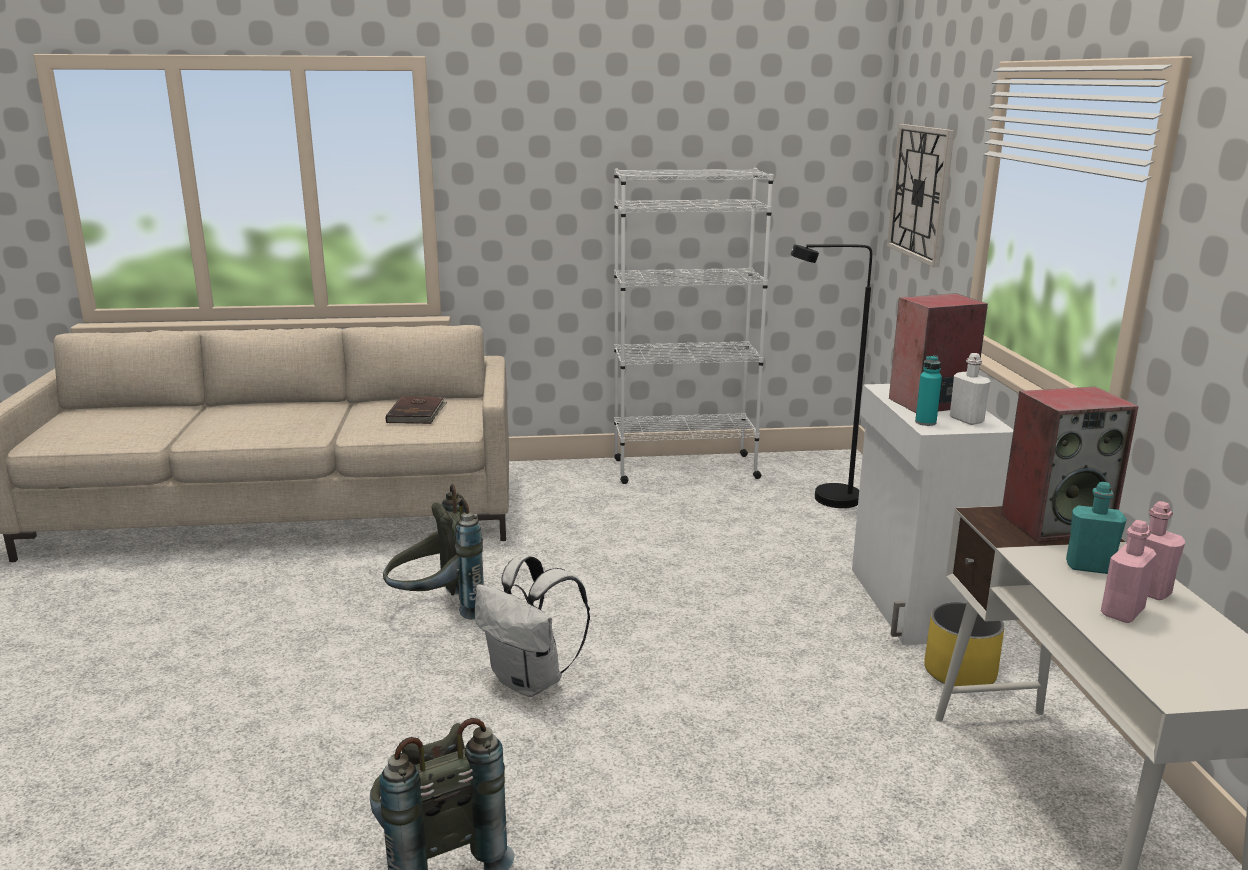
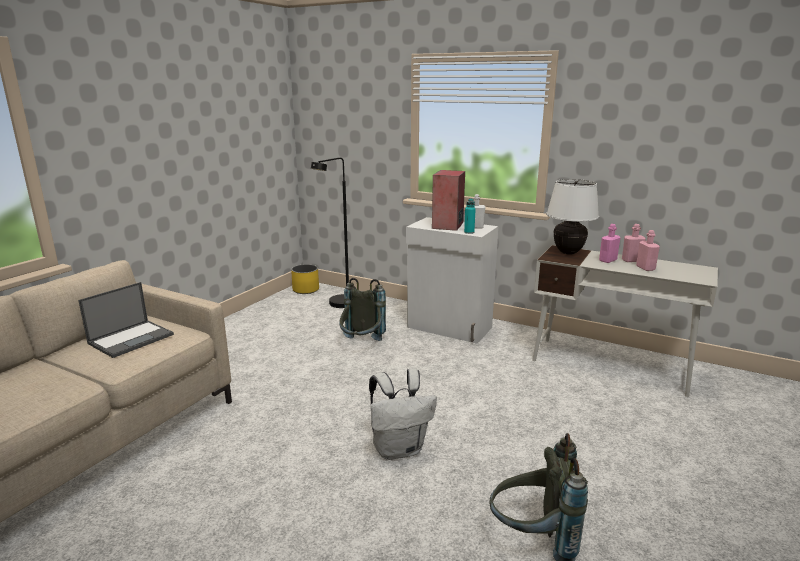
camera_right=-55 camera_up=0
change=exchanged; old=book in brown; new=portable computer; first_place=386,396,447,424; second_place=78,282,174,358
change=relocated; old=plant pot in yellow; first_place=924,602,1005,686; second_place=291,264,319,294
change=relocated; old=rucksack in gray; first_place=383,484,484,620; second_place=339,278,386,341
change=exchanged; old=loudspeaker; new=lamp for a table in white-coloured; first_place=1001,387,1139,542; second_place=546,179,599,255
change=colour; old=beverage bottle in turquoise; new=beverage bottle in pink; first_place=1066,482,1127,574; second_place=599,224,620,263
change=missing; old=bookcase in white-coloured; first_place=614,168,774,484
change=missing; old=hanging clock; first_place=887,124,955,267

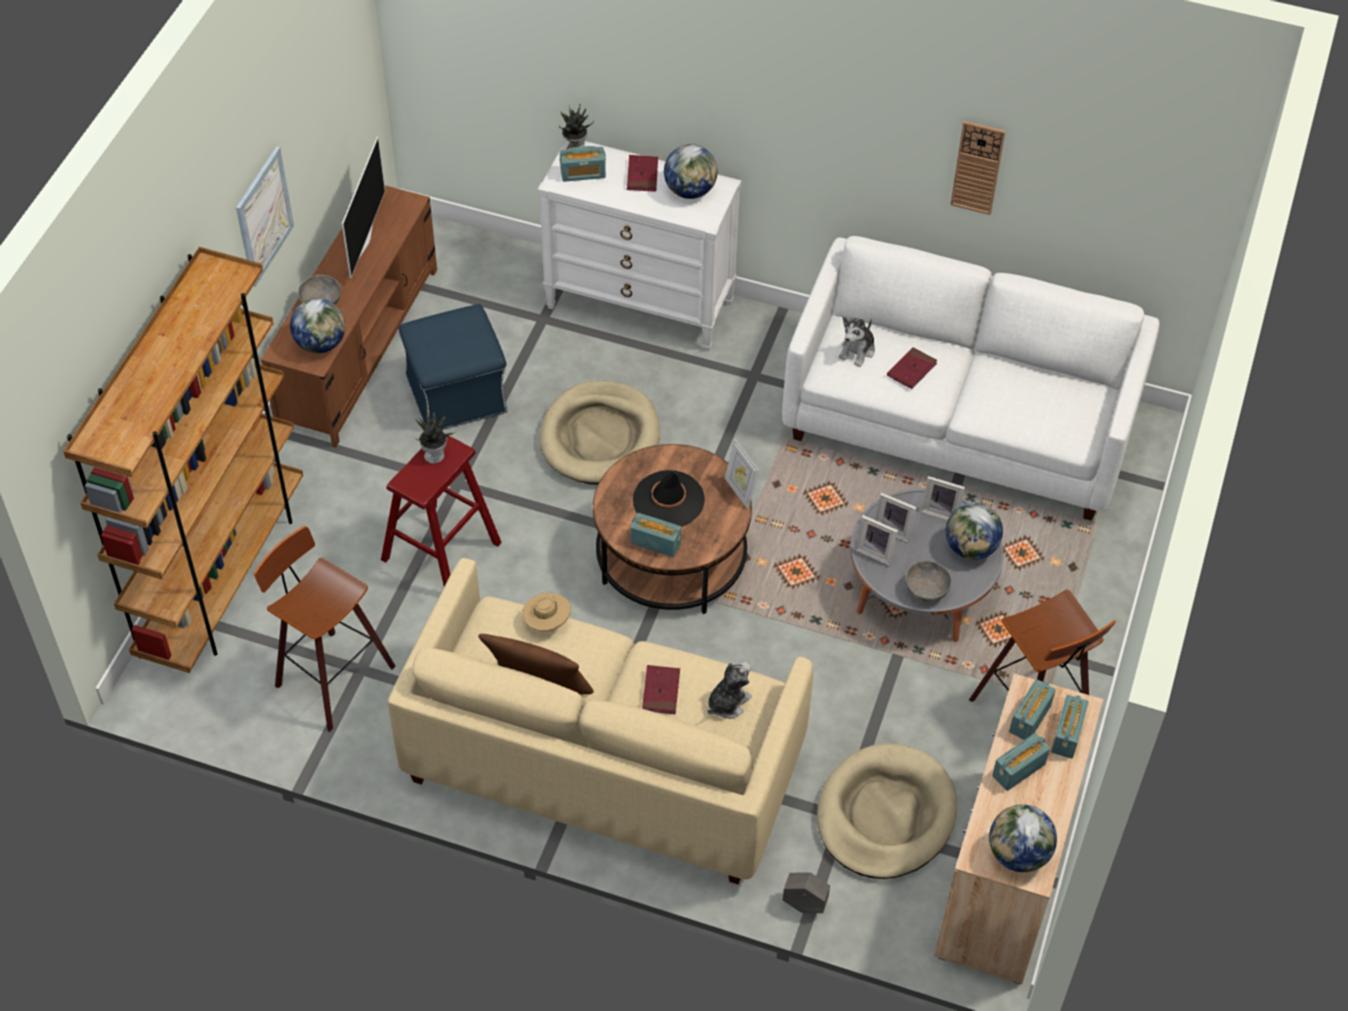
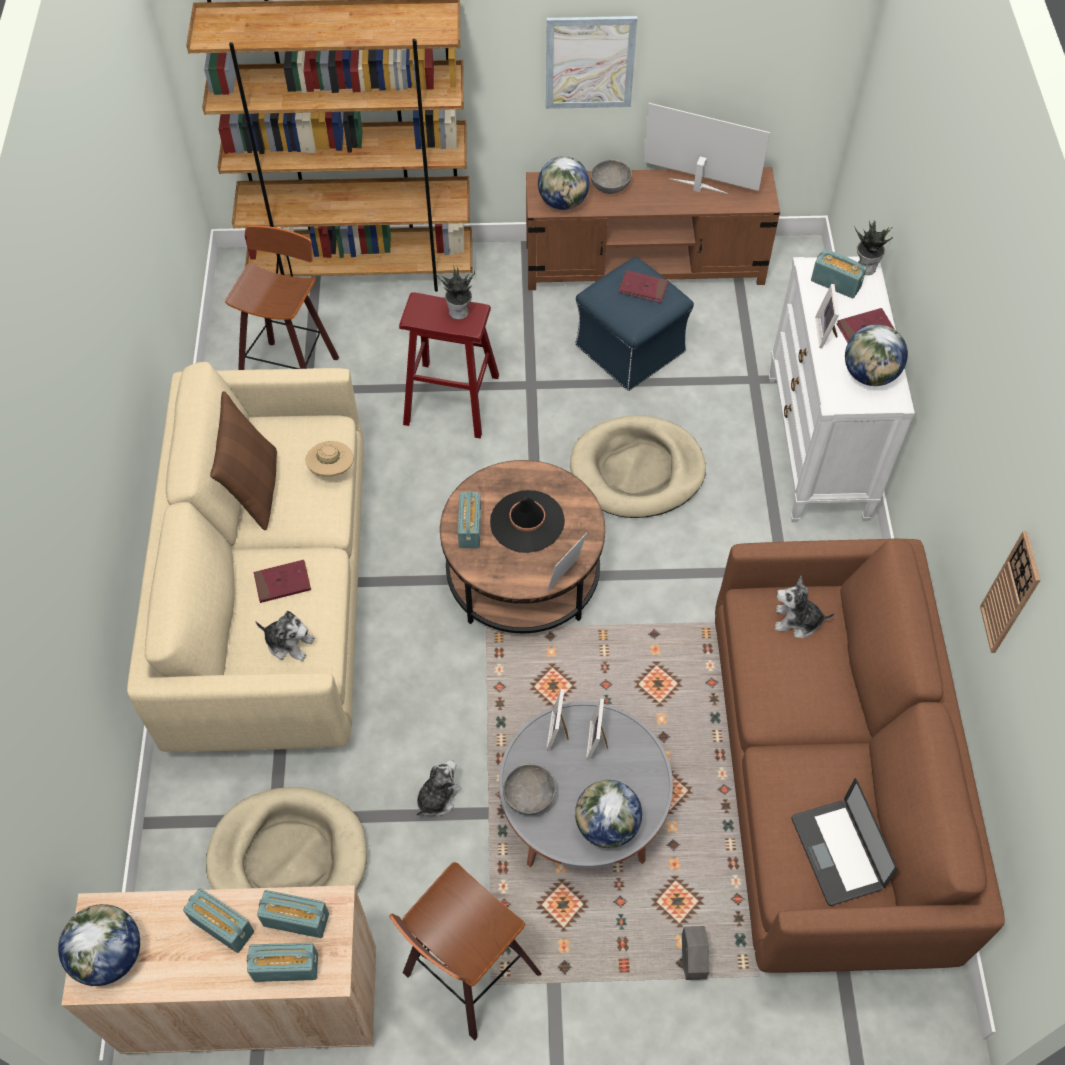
camera_right=70 camera_up=5
change=appeared; new=soft toy; second_place=416,760,461,816
change=relocated; old=book in red; first_place=887,347,937,389; second_place=619,270,669,303
change=spun; old=TV set; first_place=342,136,385,278; second_place=644,103,770,194; degrees=-150
change=relocated; old=plant pot in gray; first_place=783,872,830,913; second_place=682,926,709,980
change=colour; old=sofa in white-coloured; new=sofa in brown; first_place=782,236,1160,521; second_place=715,538,1005,973
change=appeared; new=portable computer; second_place=792,778,897,906
change=spun; old=radio set; first_place=559,146,606,182; second_place=811,249,867,299; degrees=150
change=relocated; old=picture frame; first_place=921,476,965,520; second_place=815,284,839,348

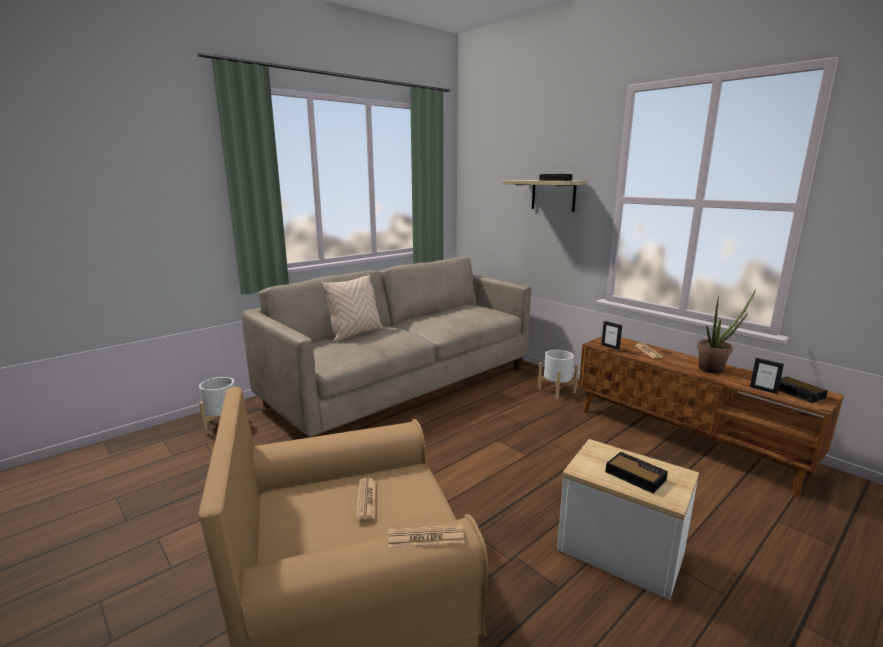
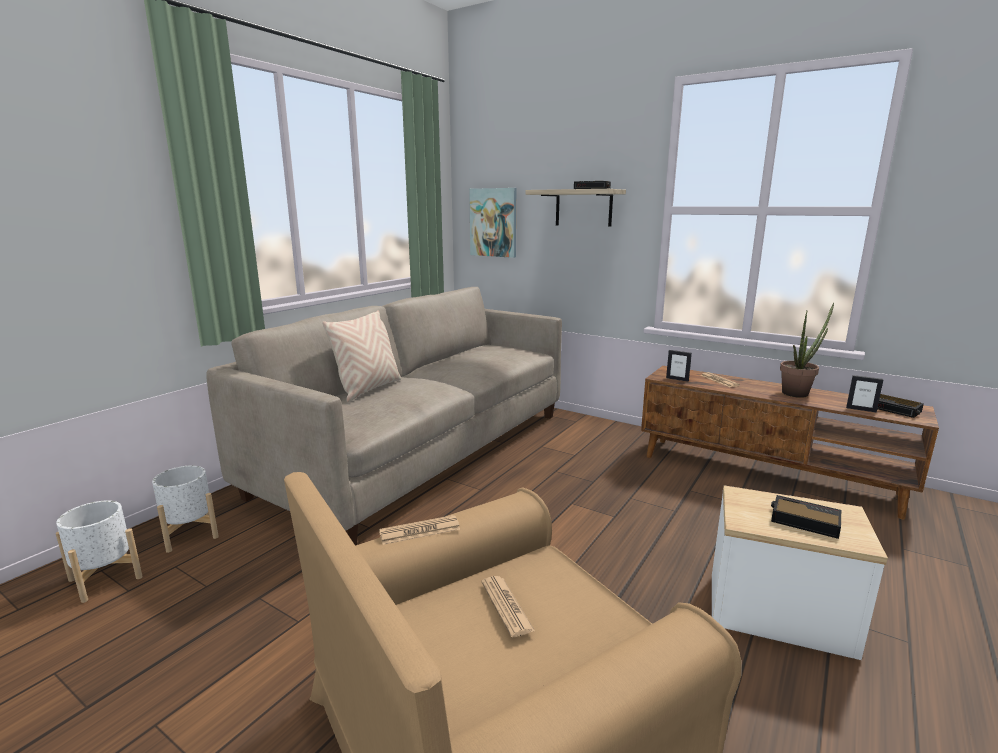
camera_right=-15 camera_up=0
change=relocated; old=plant pot in white-coloured; first_place=538,350,578,399; second_place=56,500,143,603
change=relocated; old=printed paper; first_place=388,525,465,548; second_place=379,515,460,545
change=appeared; new=wall picture; second_place=469,188,516,258

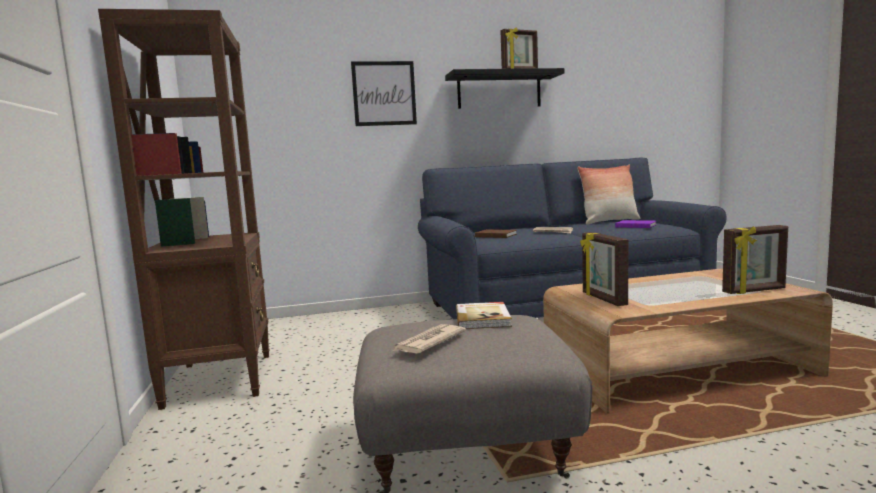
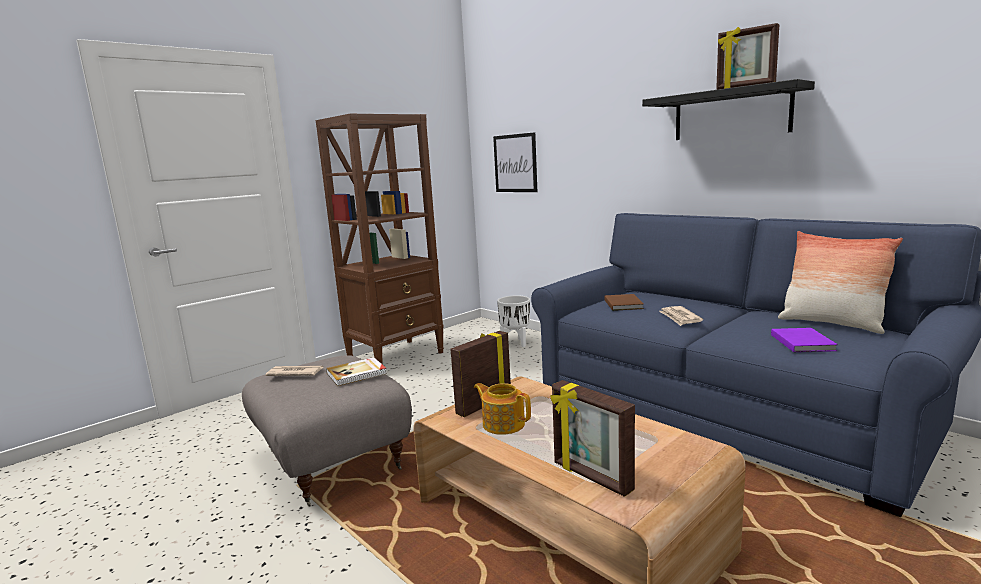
camera_right=60 camera_up=5
change=appeared; new=teapot; second_place=474,383,531,435
change=relocated; old=wall picture; first_place=351,61,417,126; second_place=493,132,537,192
change=appeared; new=plant pot in white-coloured; second_place=497,295,530,347

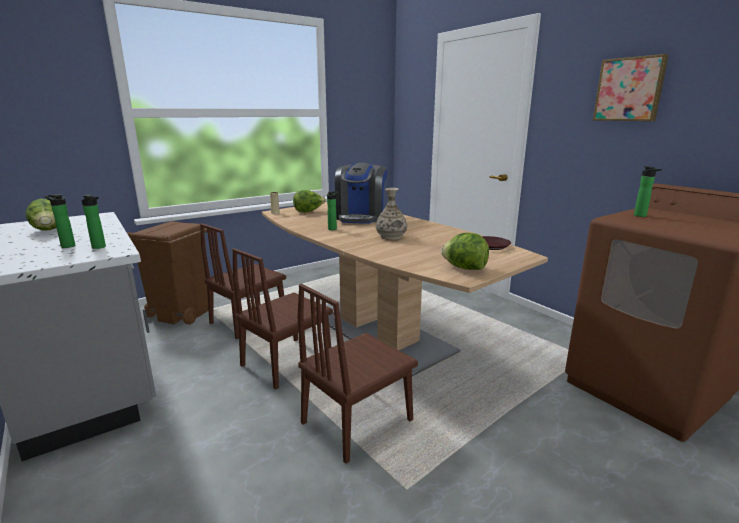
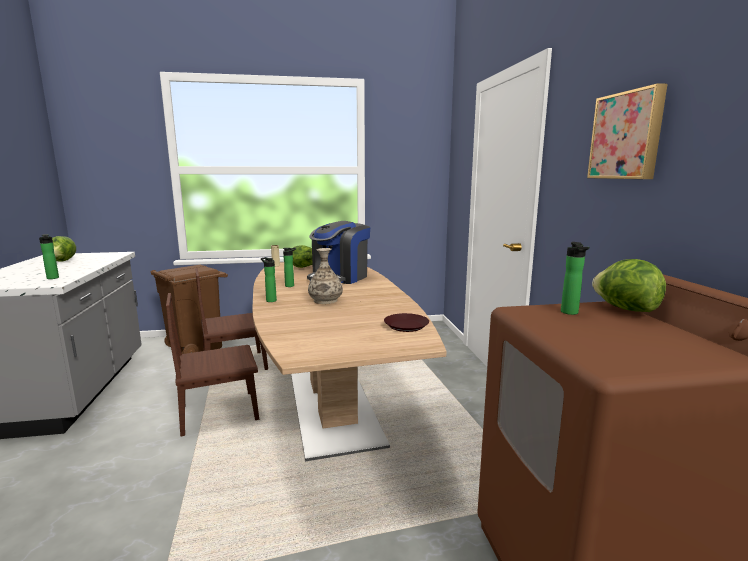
camera_right=25 camera_up=-5
change=relocated; old=beverage bottle; first_place=44,194,75,248; second_place=261,257,277,302
change=relocated; old=head of lettuce; first_place=441,233,489,270; second_place=592,259,666,312
change=missing; old=plain chair in brown; first_place=297,284,418,464

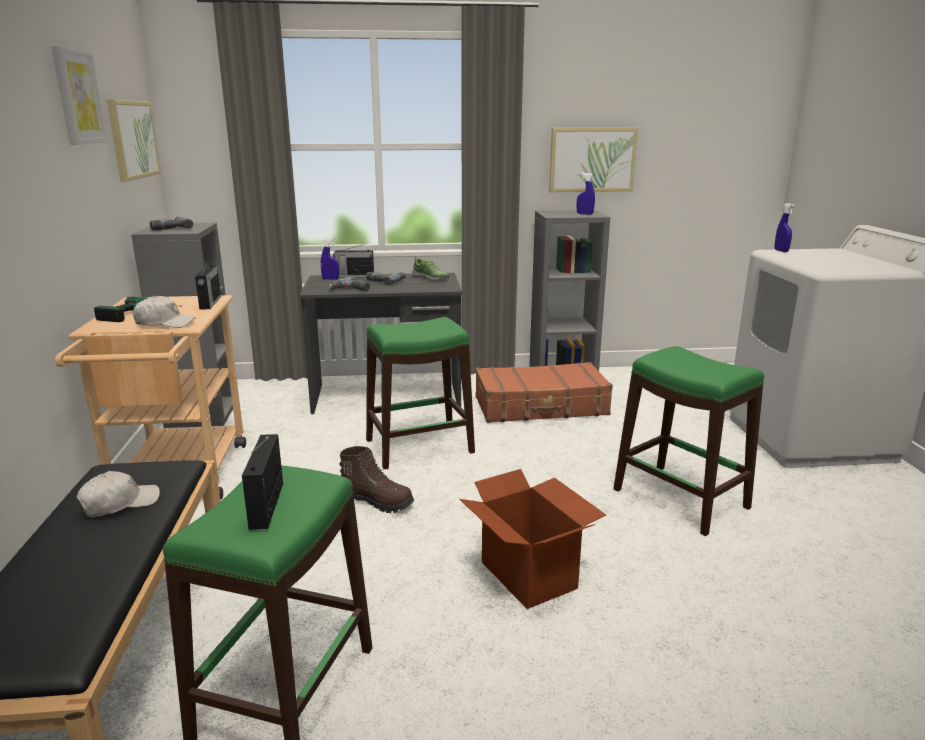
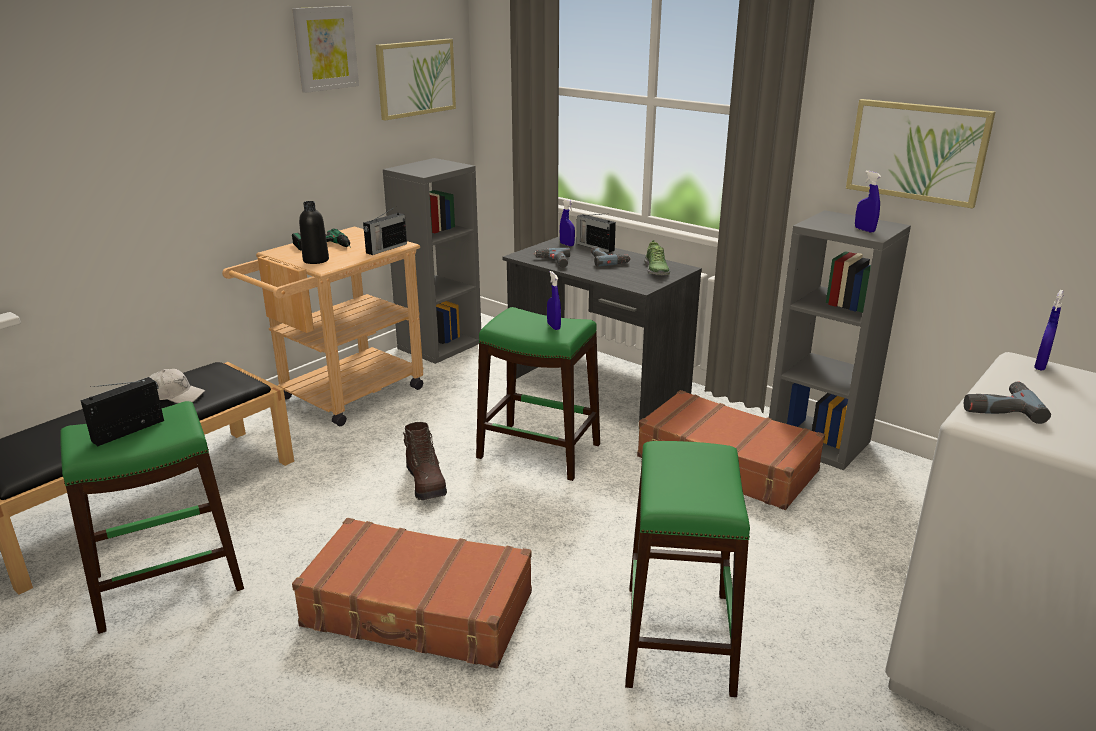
camera_right=45 camera_up=5
change=exchanged; old=packing box; new=suitcase in brown; first_place=459,469,606,609; second_place=292,518,532,668
change=exchanged; old=cap in white-coloured; new=beverage bottle in black; first_place=133,296,195,328; second_place=299,201,329,264
change=appeared; new=hand sprayer in bluish; second_place=547,271,561,330
change=relocated; old=drill; first_place=150,217,193,230; second_place=964,381,1051,424

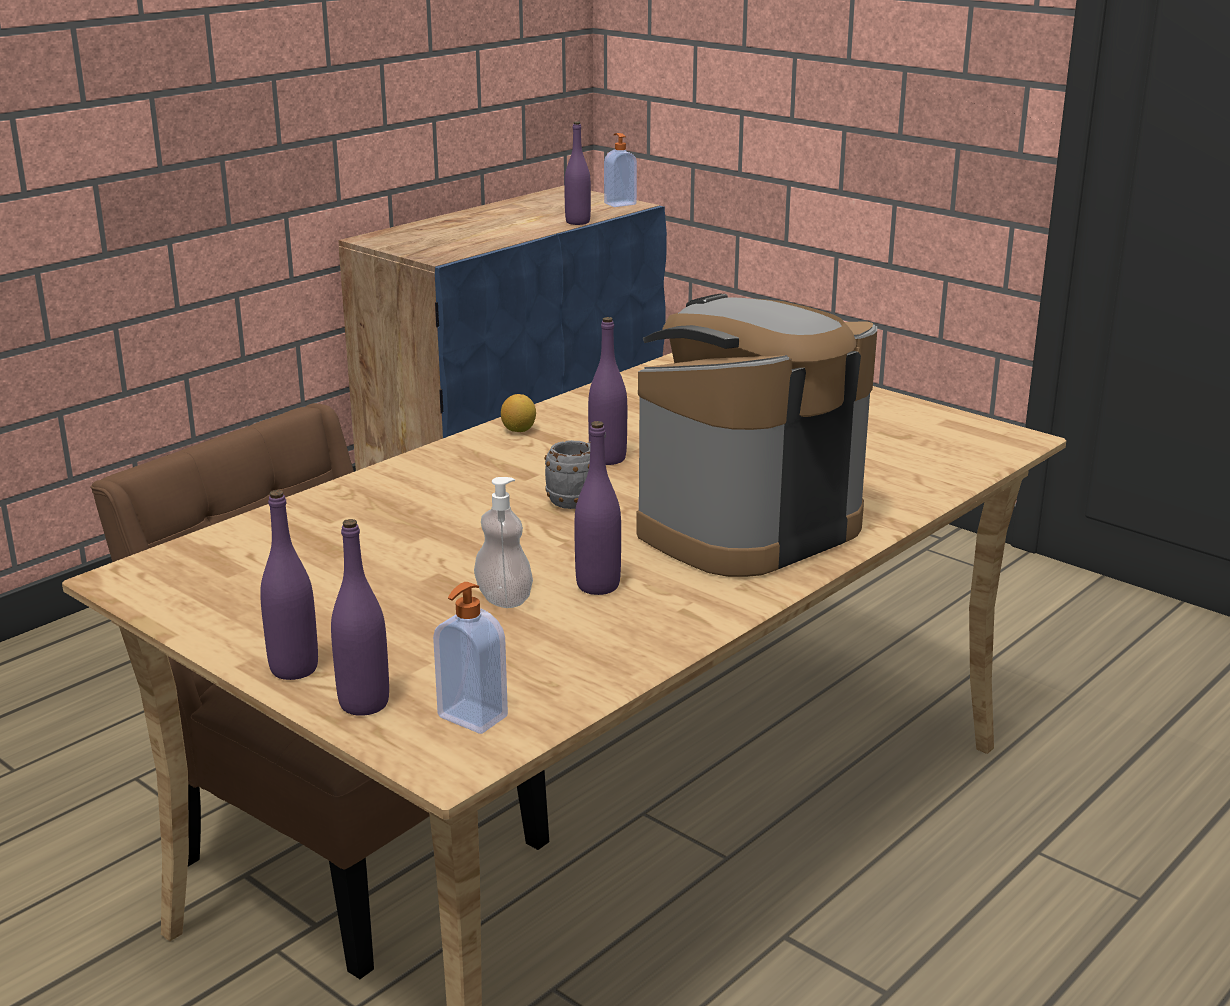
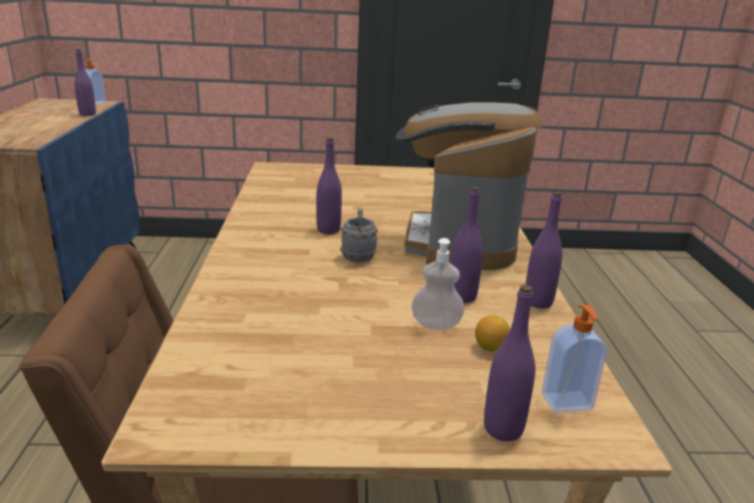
camera_right=-45 camera_up=0
change=relocated; old=lemon; first_place=501,394,536,432; second_place=475,315,510,351
change=relocated; old=beverage bottle in purplish; first_place=260,490,318,680; second_place=526,192,562,309

